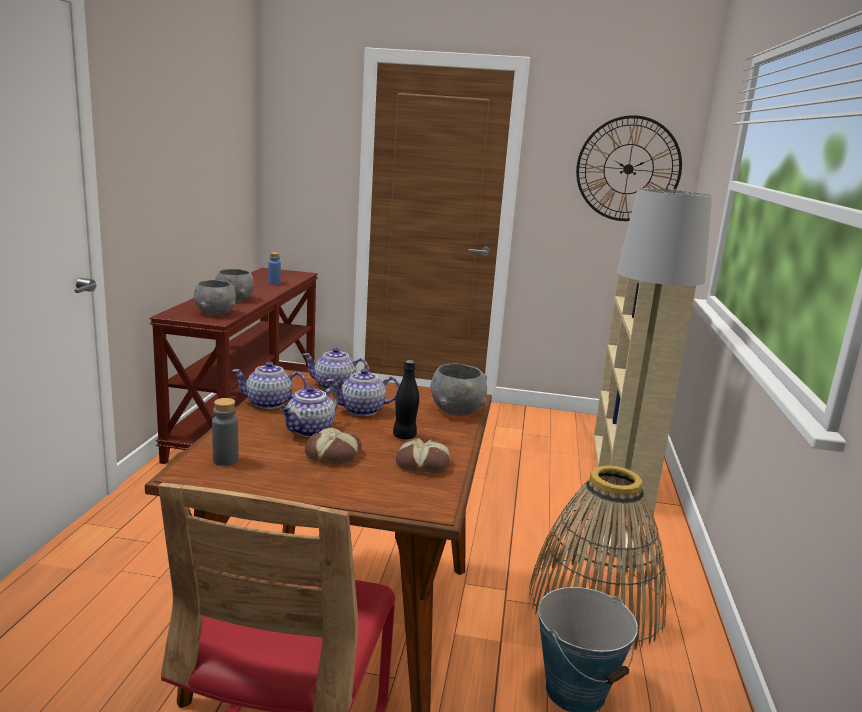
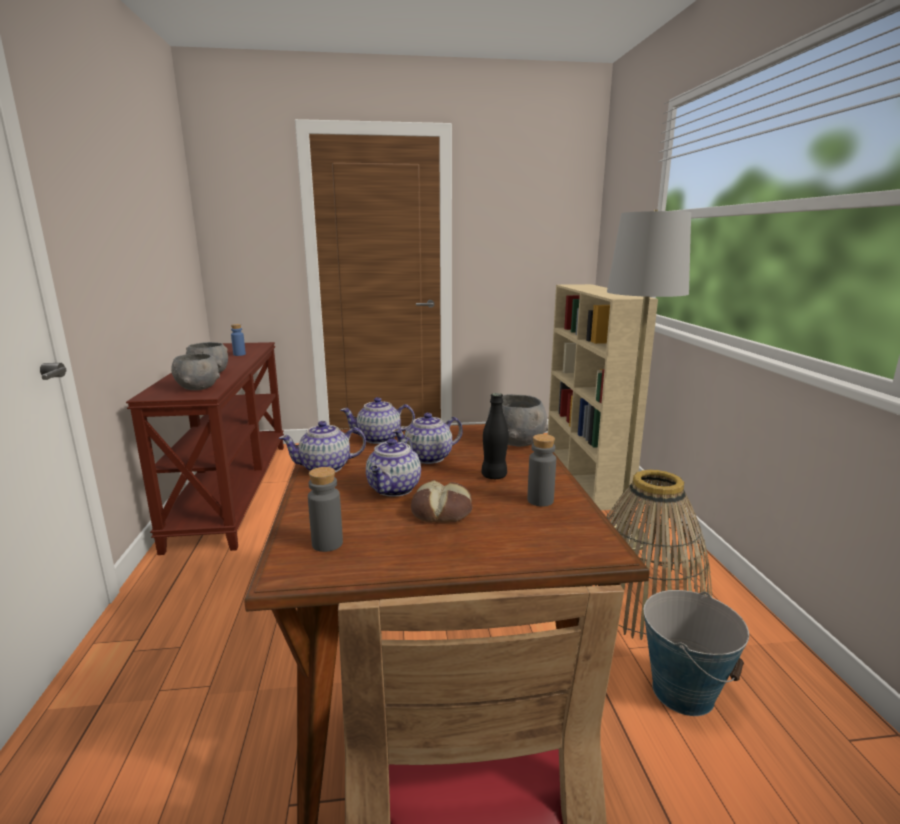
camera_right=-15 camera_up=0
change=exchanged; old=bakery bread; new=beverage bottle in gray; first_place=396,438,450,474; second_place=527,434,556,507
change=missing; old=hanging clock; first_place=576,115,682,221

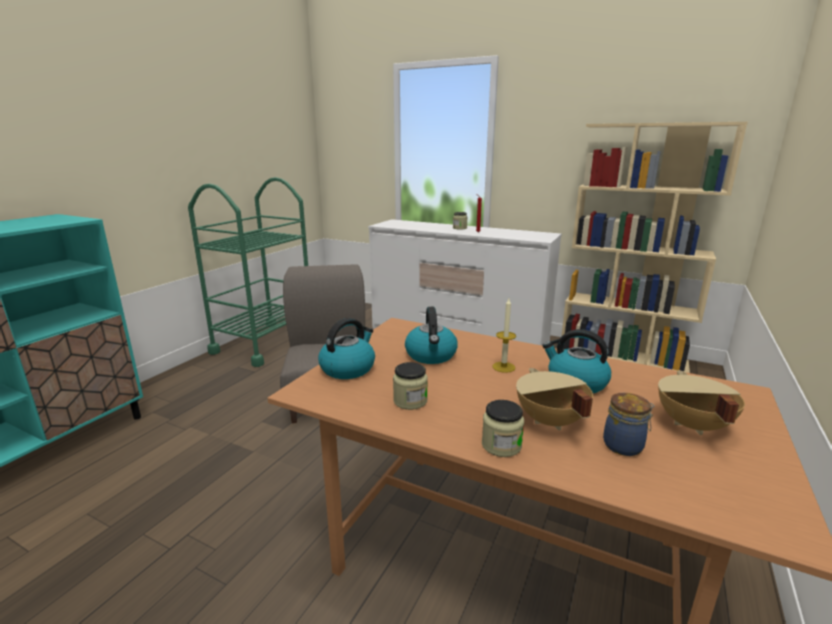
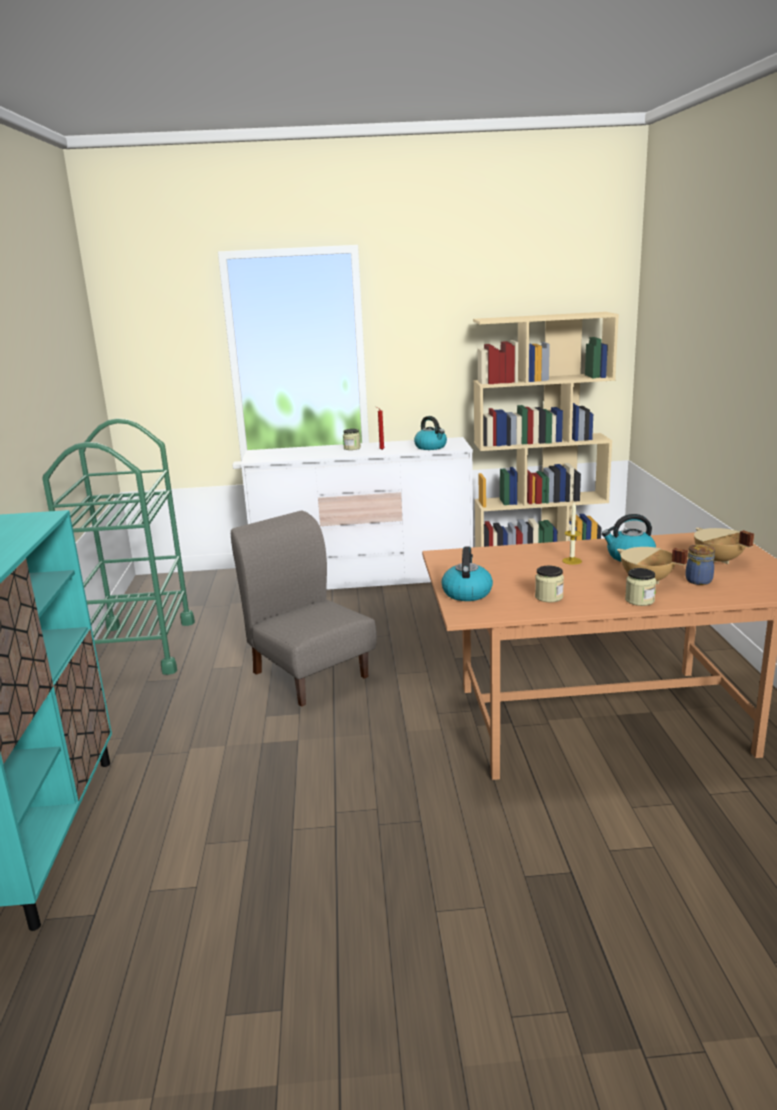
camera_right=-30 camera_up=0
change=relocated; old=water kettle; first_place=405,307,458,364; second_place=414,416,447,450

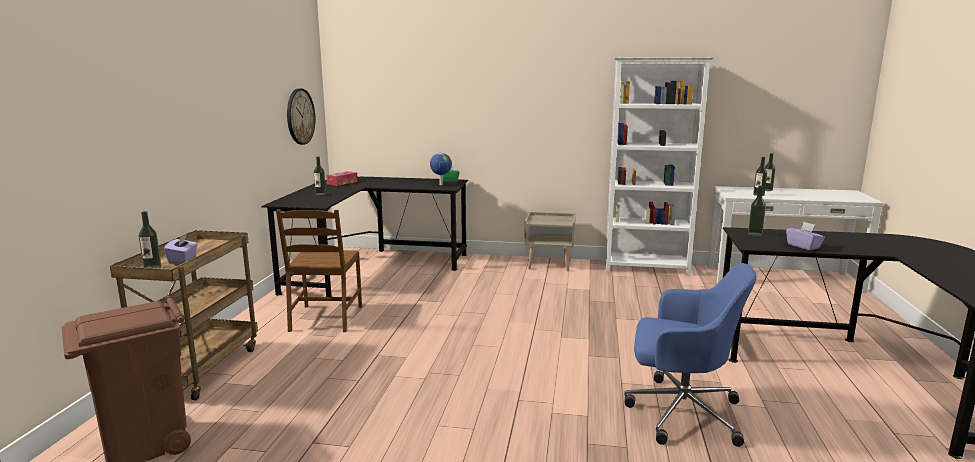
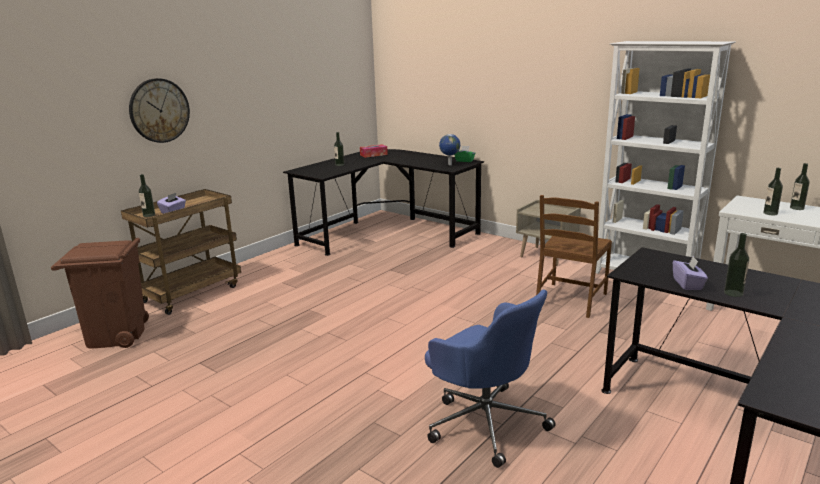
camera_right=30 camera_up=5
change=relocated; old=hanging clock; first_place=287,88,315,145; second_place=129,78,190,143
change=relocated; old=plain chair in brown; first_place=276,210,362,332; second_place=536,195,612,318
change=relocated; old=beverage bottle; first_place=748,186,766,236; second_place=724,233,749,297

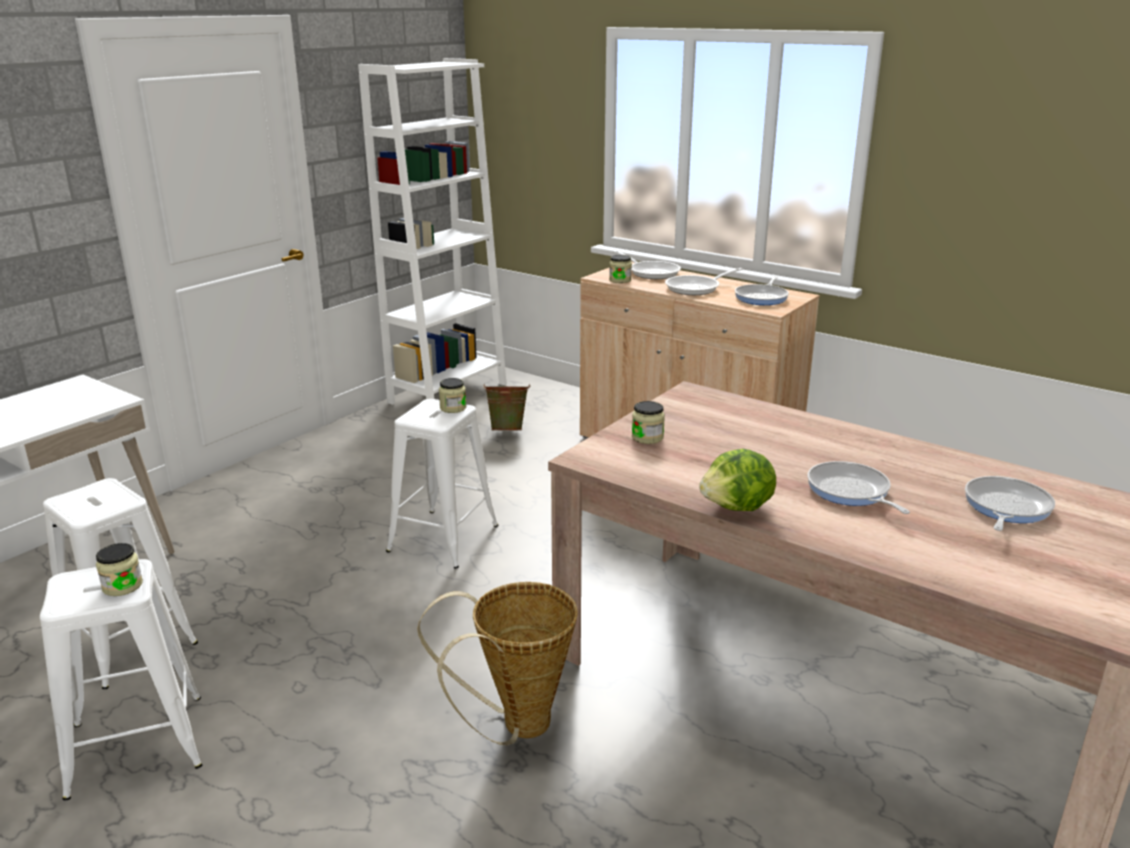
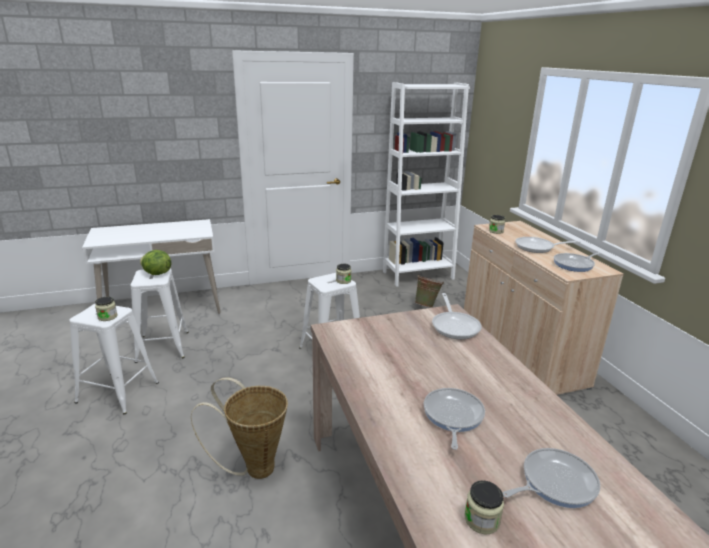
camera_right=35 camera_up=0
change=relocated; old=head of lettuce; first_place=699,449,776,511; second_place=140,250,171,275
change=relocated; old=pan; first_place=613,251,681,279; second_place=432,293,482,339
change=relocated; old=storage jar; first_place=632,401,665,444; second_place=465,480,504,535

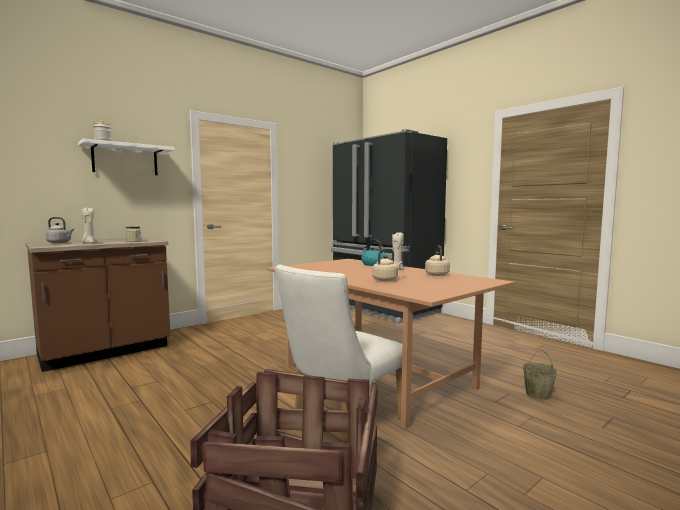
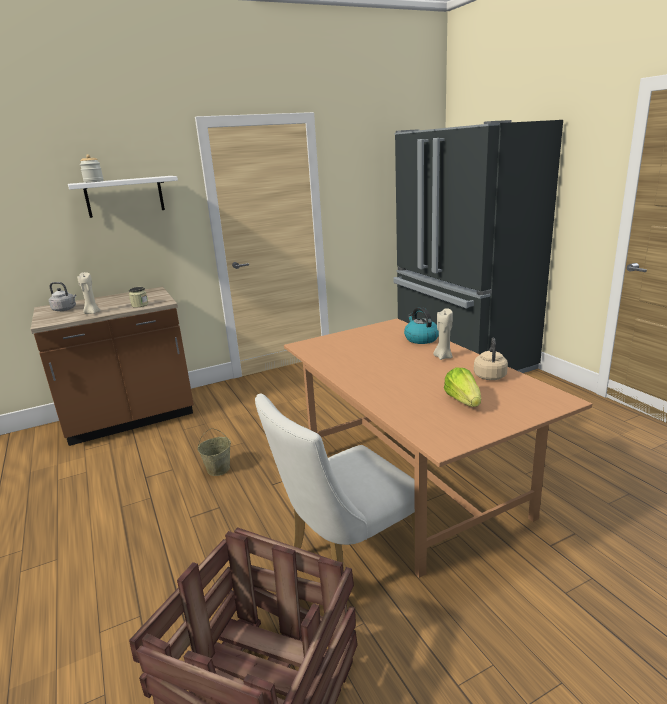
camera_right=15 camera_up=15
change=relocated; old=bucket in beige; first_place=522,350,558,400; second_place=198,428,231,476
change=appeared; new=head of lettuce; second_place=444,367,481,407
change=missing; old=water kettle in beige; first_place=372,248,402,281

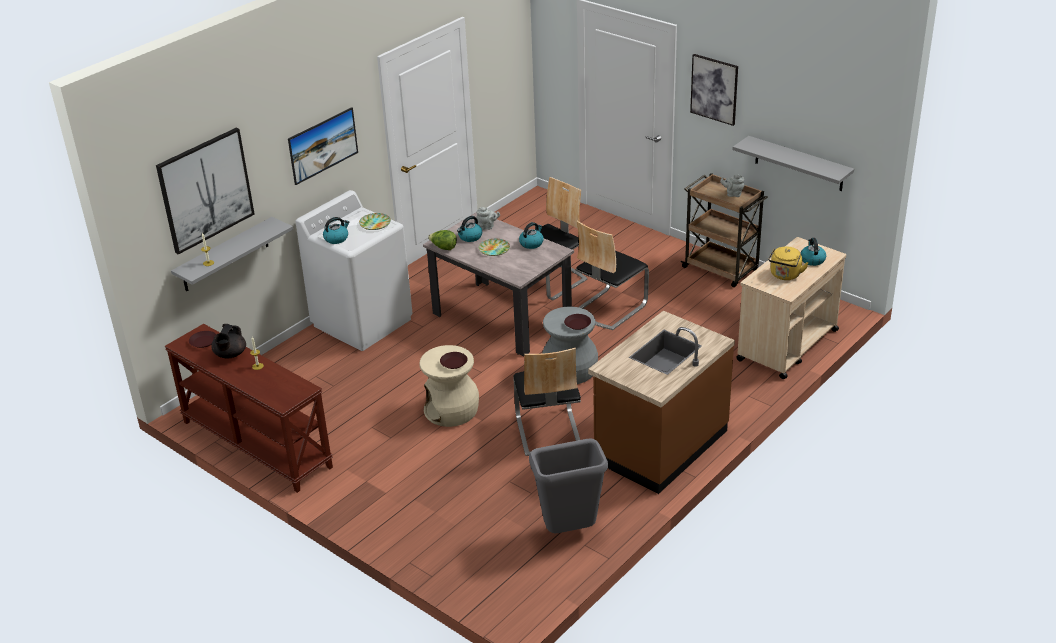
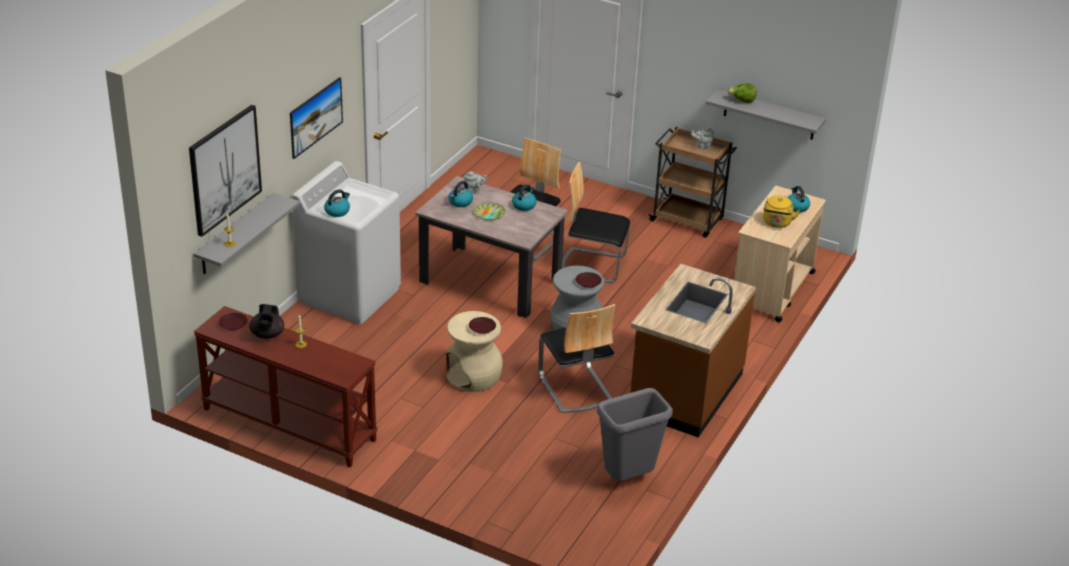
camera_right=-15 camera_up=0
change=spun; old=plain chair; first_place=576,221,649,330; second_place=562,162,630,283; degrees=75
change=relocated; old=head of lettuce; first_place=428,230,457,250; second_place=728,83,757,103
change=missing; old=flat dish; first_place=359,213,391,230
change=missing; old=wall picture; first_place=690,54,738,126

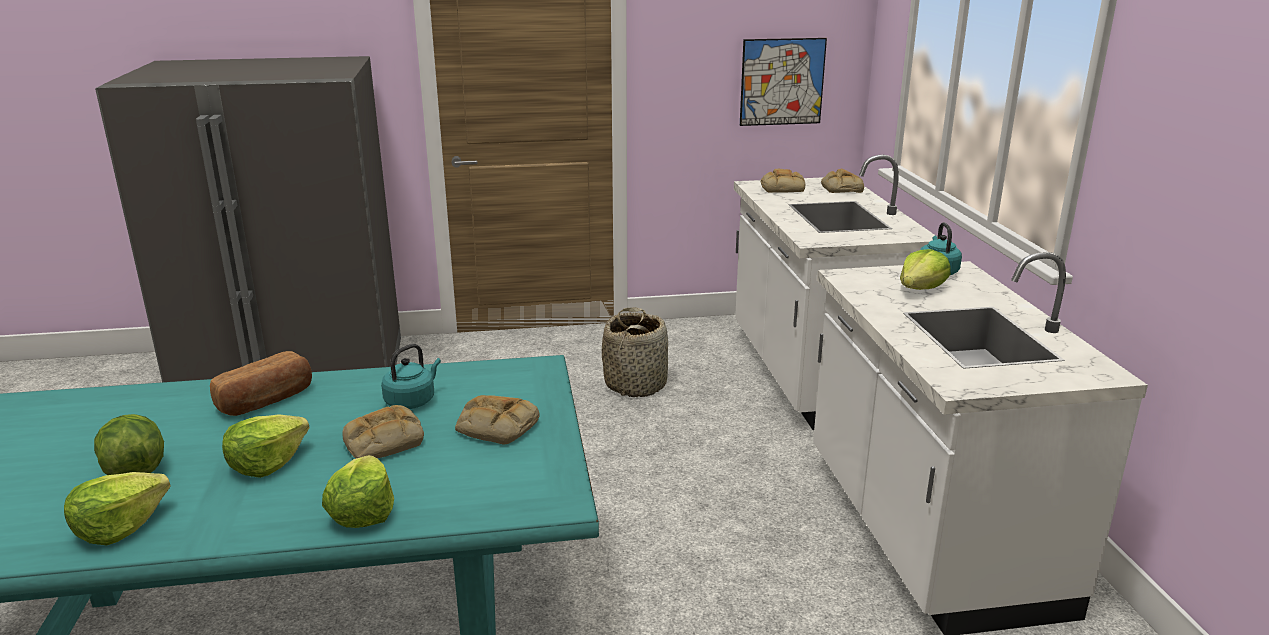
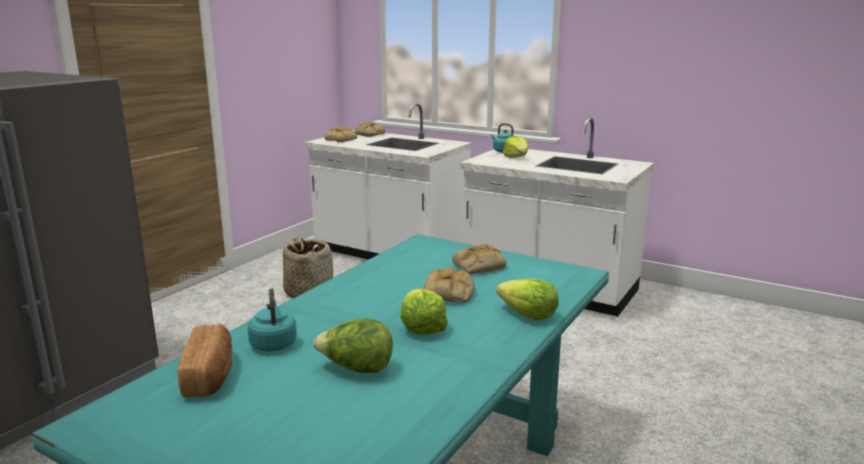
camera_right=-50 camera_up=-5
change=relocated; old=bakery bread; first_place=210,351,312,416; second_place=178,324,232,398
change=relocated; old=water kettle in turquoise; first_place=381,344,441,409; second_place=247,288,297,352
change=missing; old=head of lettuce; first_place=64,472,170,545
change=missing; old=wall picture; first_place=740,38,827,126

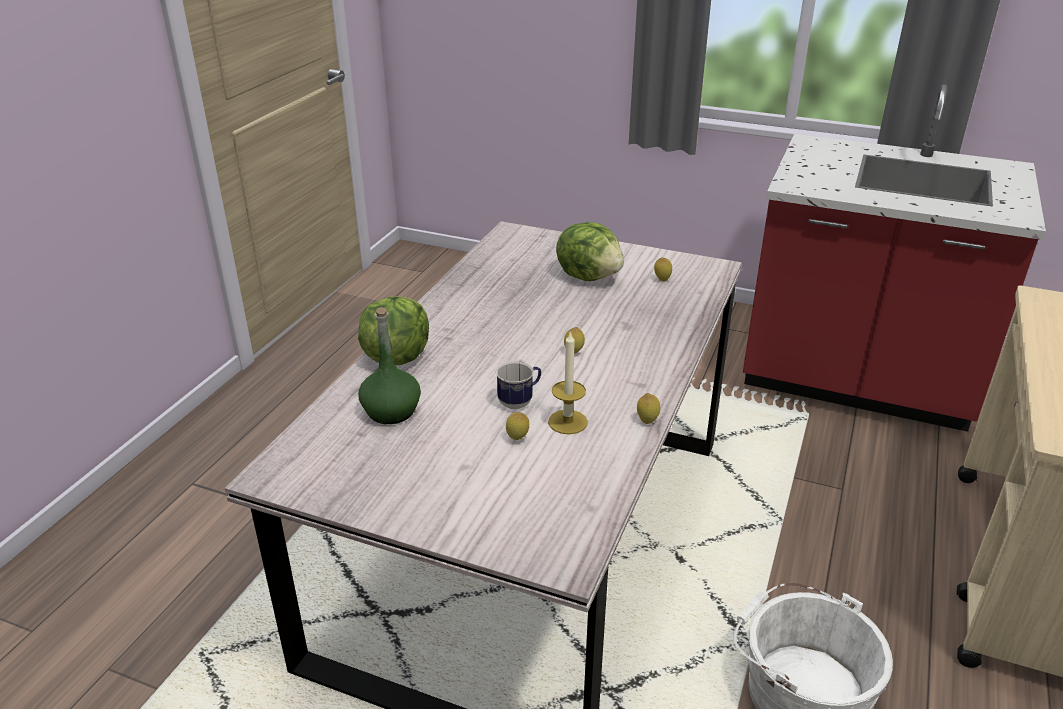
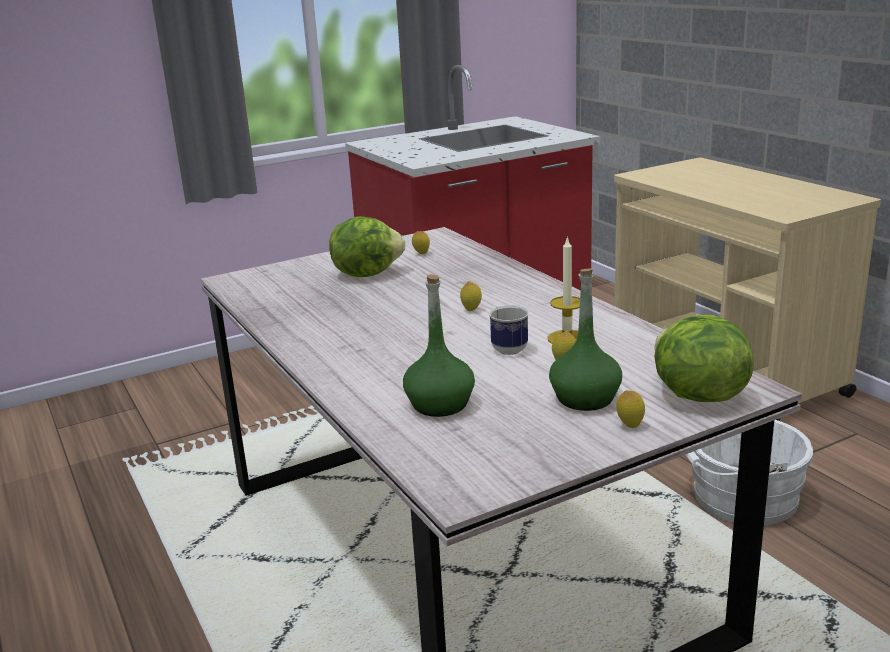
camera_right=-50 camera_up=-10
change=appeared; new=beverage bottle in green-coloured; second_place=549,269,622,411
change=relocated; old=lemon; first_place=637,393,660,424; second_place=616,390,645,428
change=relocated; old=head of lettuce; first_place=358,296,429,365; second_place=654,314,754,402

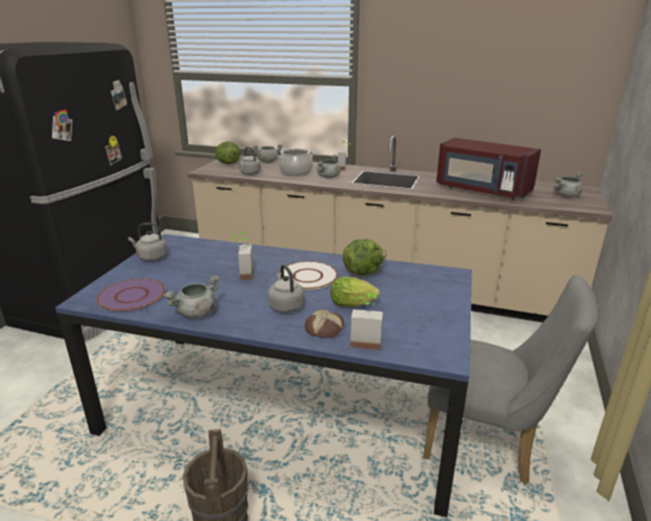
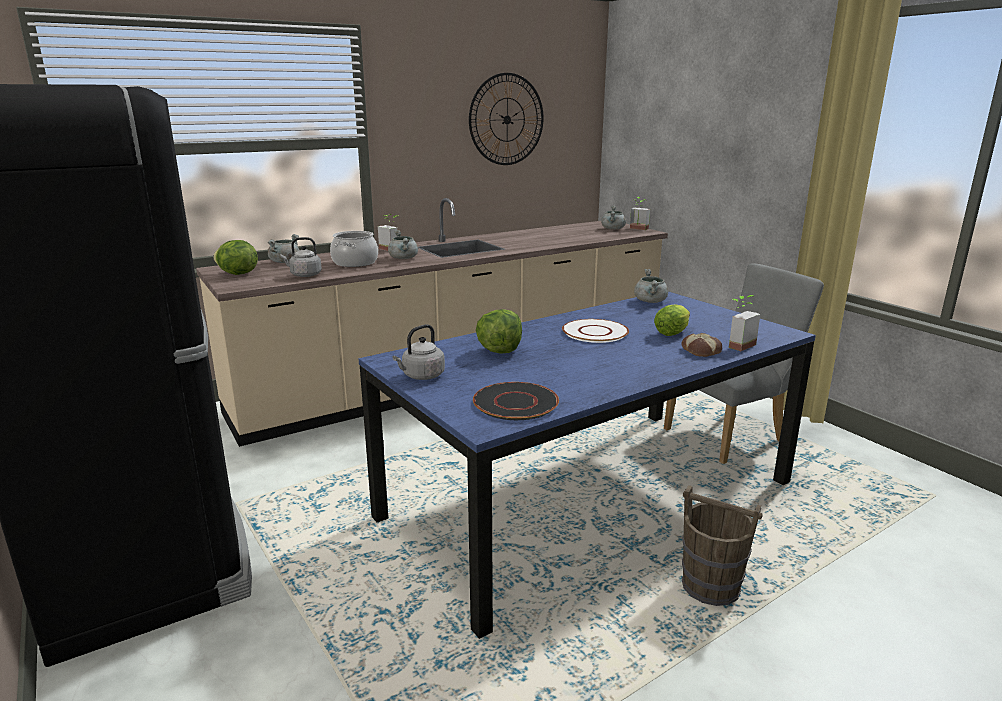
camera_right=-50 camera_up=-5
change=appeared; new=hanging clock; second_place=469,73,544,165
change=colour; old=flat dish in purplish; new=flat dish in black; first_place=97,279,165,312; second_place=473,382,559,420
change=relocated; old=head of lettuce; first_place=343,239,387,276; second_place=476,309,522,354
change=relocated; old=potted plant; first_place=229,232,253,280; second_place=630,197,650,230
change=relocated; old=cooking pot in gray; first_place=163,275,219,318; second_place=634,269,668,303
change=missing; old=water kettle in gray; first_place=268,265,304,313
change=missing; old=microwave oven in red; first_place=436,138,541,200

